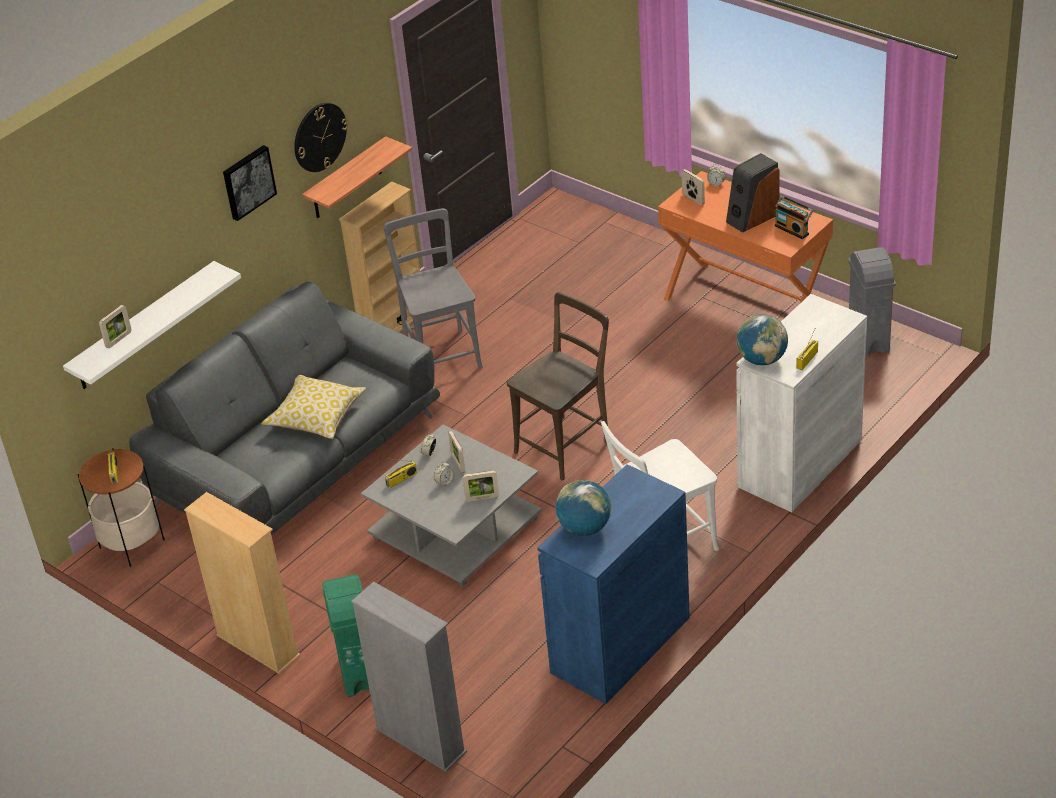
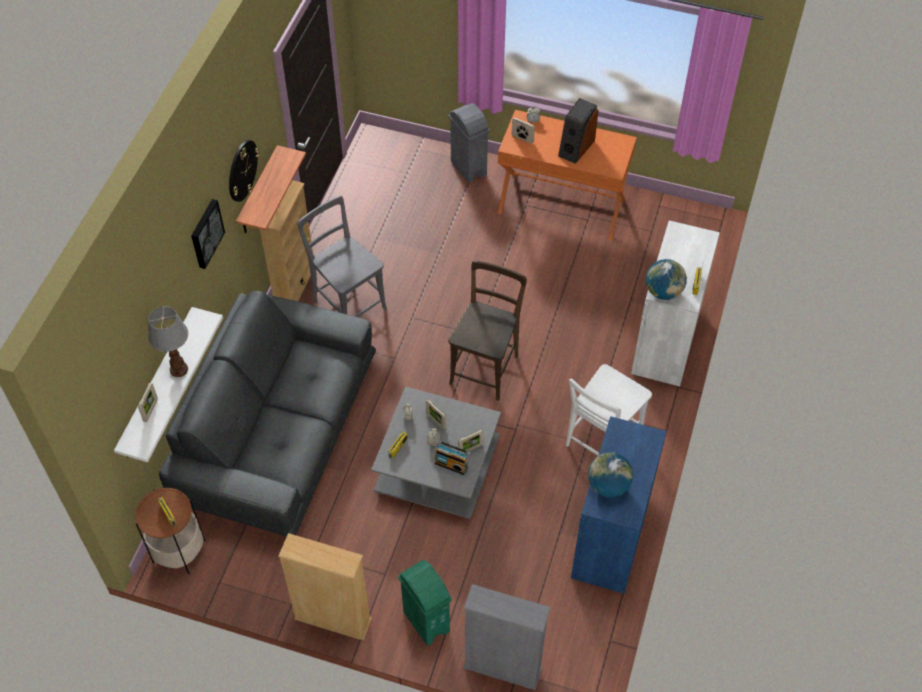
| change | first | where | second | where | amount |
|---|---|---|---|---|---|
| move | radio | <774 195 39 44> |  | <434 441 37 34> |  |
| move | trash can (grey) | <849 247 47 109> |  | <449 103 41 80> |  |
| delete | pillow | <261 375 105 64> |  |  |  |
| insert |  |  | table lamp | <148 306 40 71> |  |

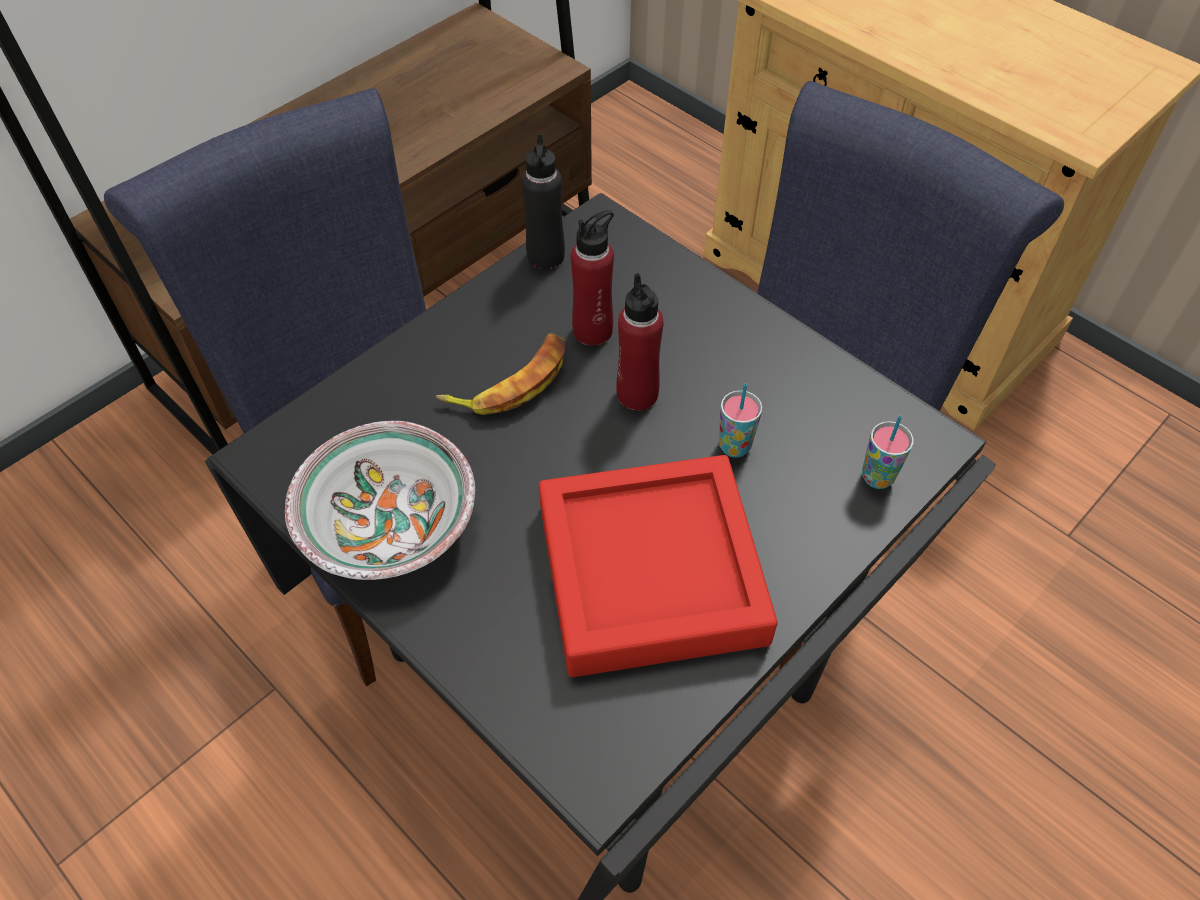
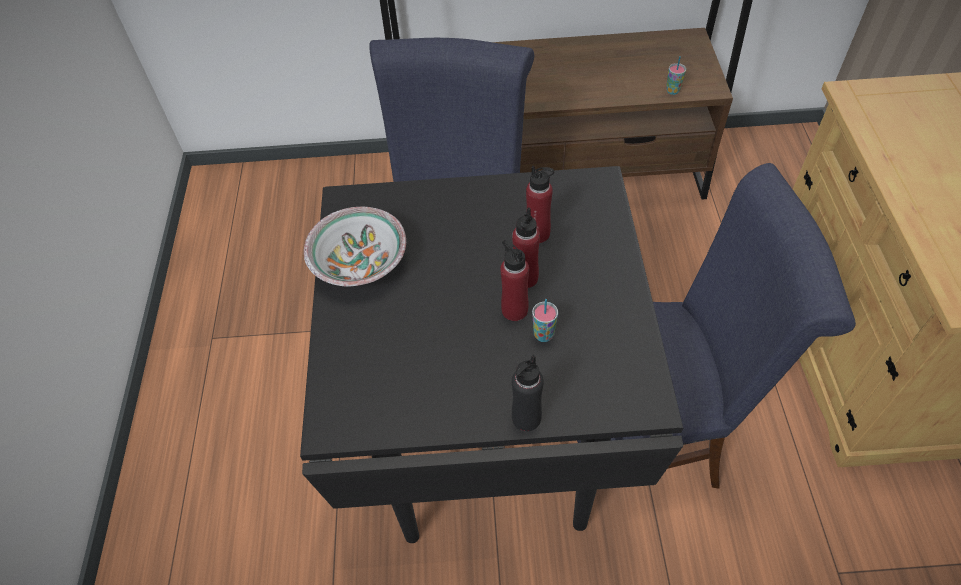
| change | first | where | second | where | amount |
|---|---|---|---|---|---|
| move | bottle (black) | <521 133 44 136> |  | <512 355 32 76> |  |
| delete | banana | <436 333 129 82> |  |  |  |
| move | cup | <862 415 52 74> |  | <666 56 20 39> |  |
| delete | tray (red) | <539 455 239 222> |  |  |  |
| insert |  |  | bottle (red) | <500 240 29 81> |  |

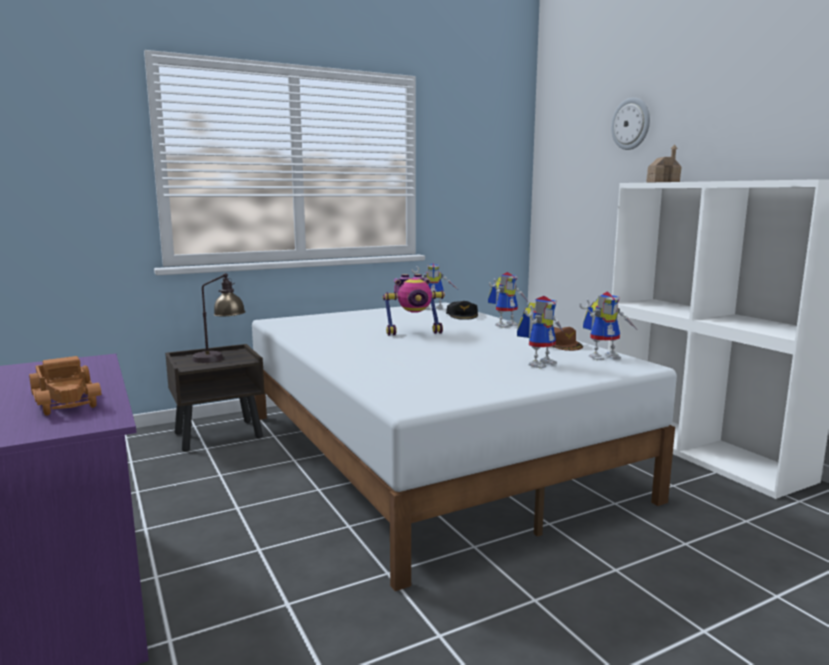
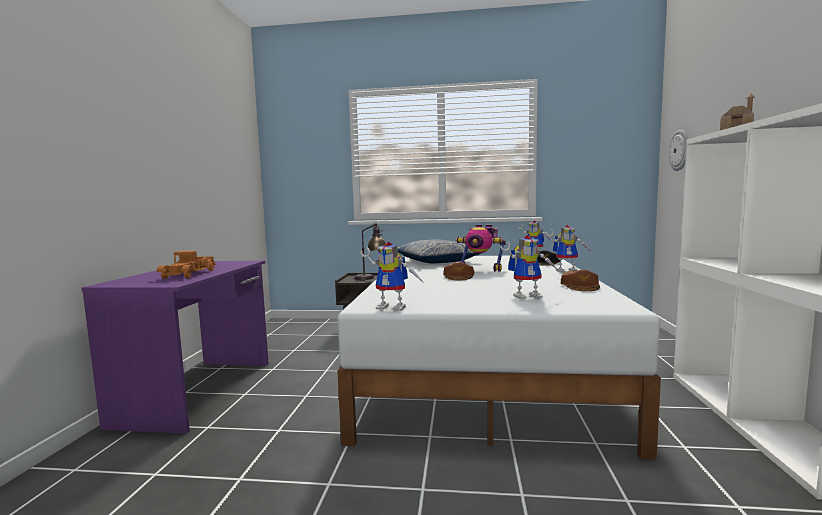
| change | first | where | second | where | amount |
|---|---|---|---|---|---|
| move | wall clock | <611 97 39 53> |  | <668 130 20 41> |  |
| move | toy robot | <579 292 58 68> |  | <360 242 65 69> |  |
| insert |  |  | pillow | <398 240 83 23> |  |
| insert |  |  | cap (brown) | <443 262 31 19> |  |

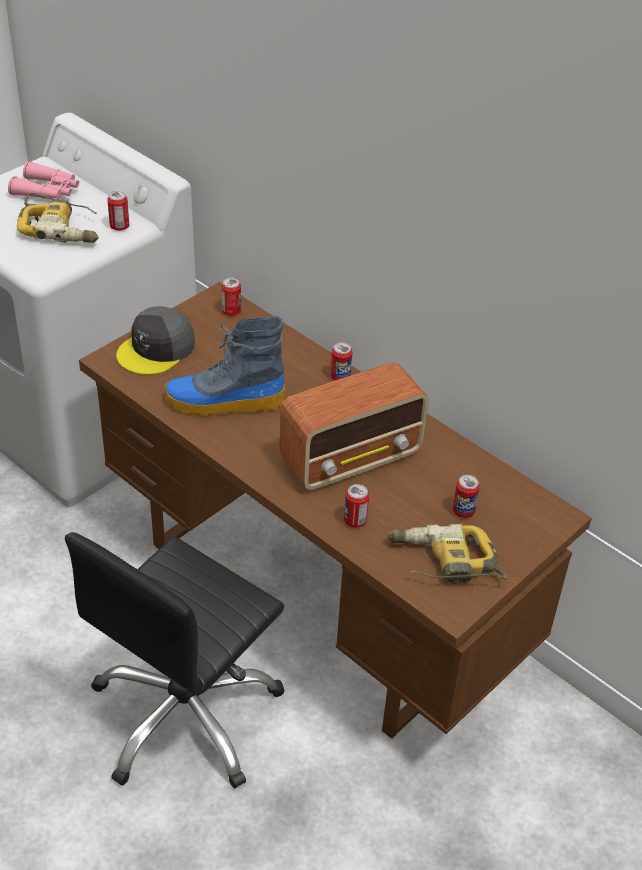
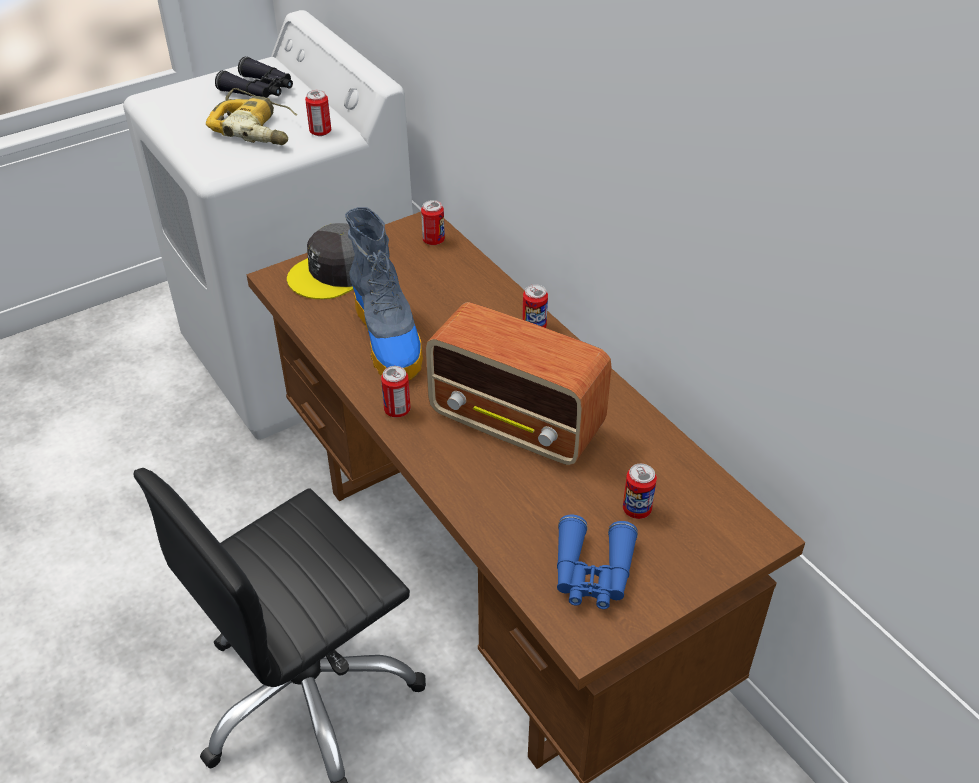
| change | first | where | second | where | amount |
|---|---|---|---|---|---|
| recolor | binoculars (pink) | <8 161 71 38> | binoculars (black) | <215 57 78 41> |  |
| rotate | boot | <165 316 120 100> |  | <345 207 78 173> | 120 degrees counterclockwise |
| rotate | radio | <279 363 149 127> |  | <426 302 186 163> | 45 degrees clockwise |
| move | can | <344 484 25 44> |  | <381 366 30 51> |  |
| replace | power drill | <387 524 120 60> | binoculars (blue) | <557 515 81 94> |  |

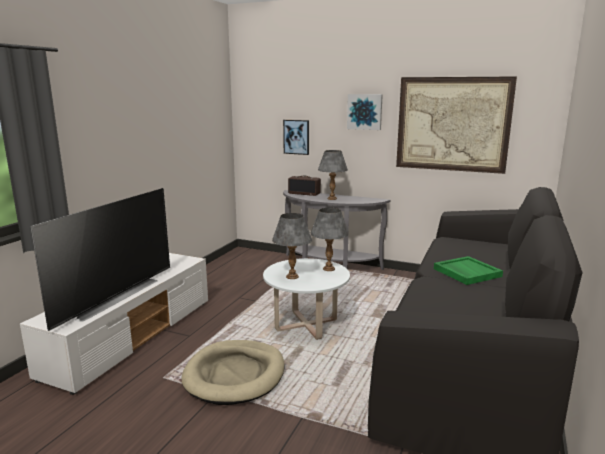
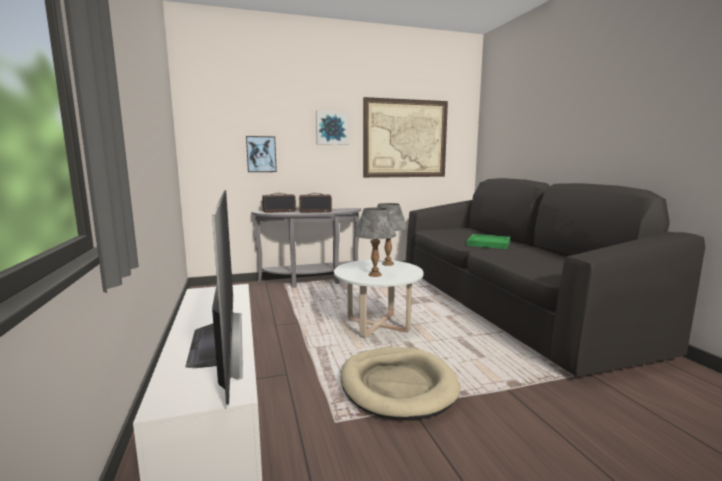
| change | first | where | second | where | amount |
|---|---|---|---|---|---|
| replace | table lamp (grey) | <318 150 30 50> | radio | <299 193 33 20> |  |

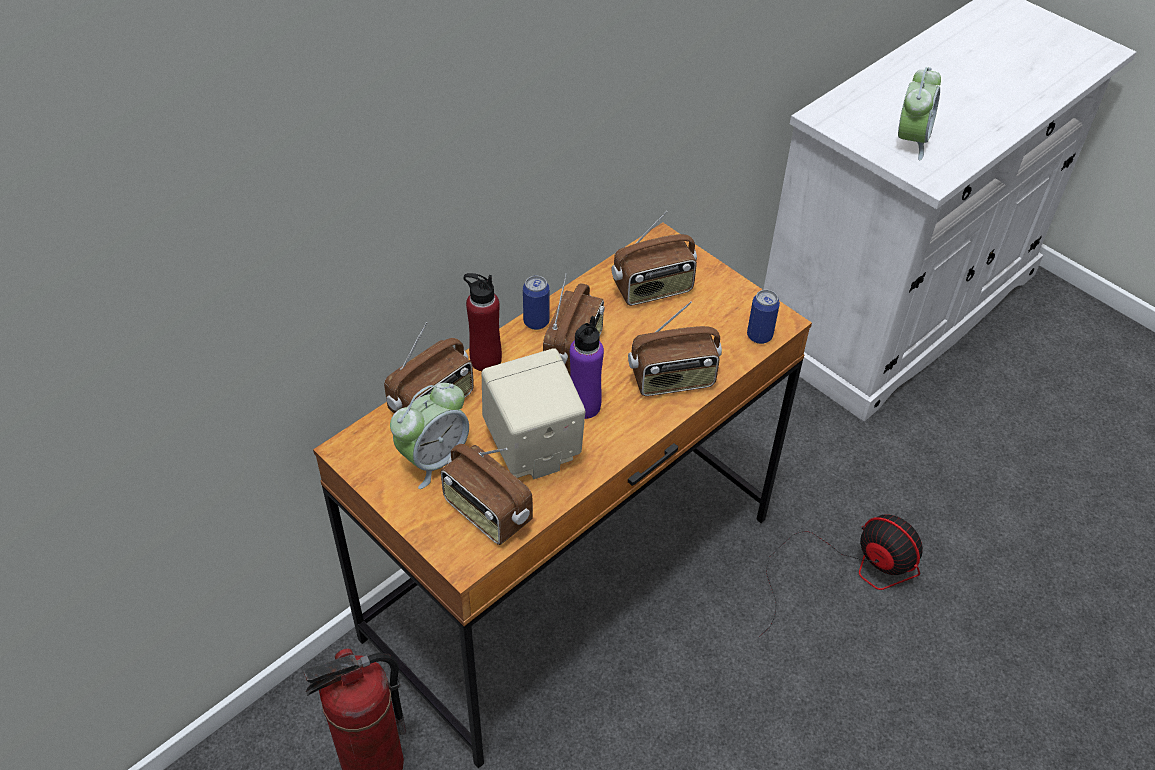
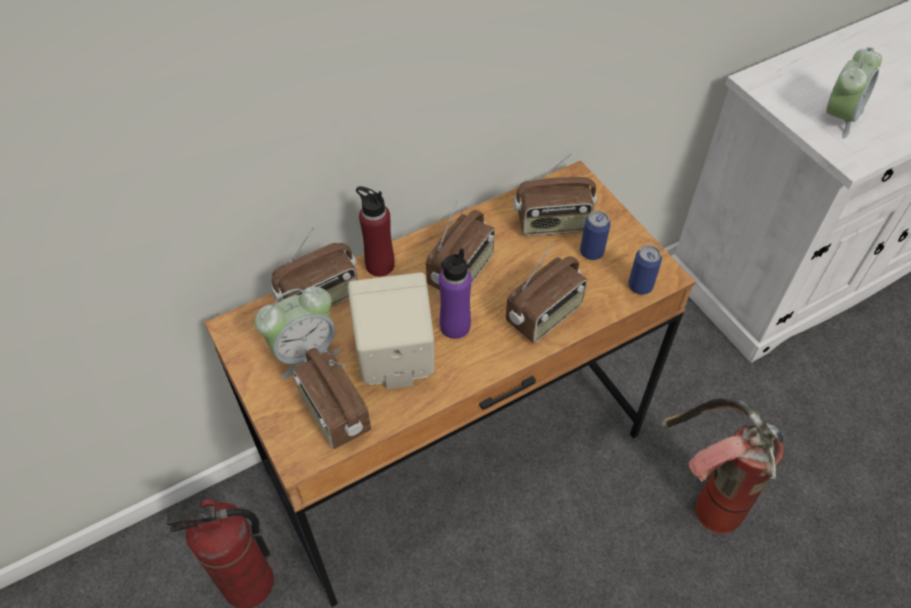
| change | first | where | second | where | amount |
|---|---|---|---|---|---|
| move | can | <523 276 27 54> |  | <580 211 31 49> |  |
| rotate | radio | <628 301 94 95> |  | <506 243 81 100> | 45 degrees counterclockwise |
| replace | fan | <759 515 164 122> | fire extinguisher | <661 398 123 135> |  |

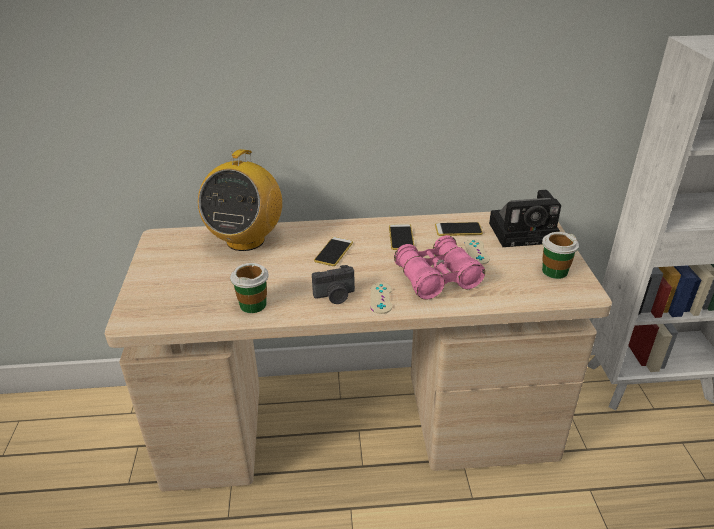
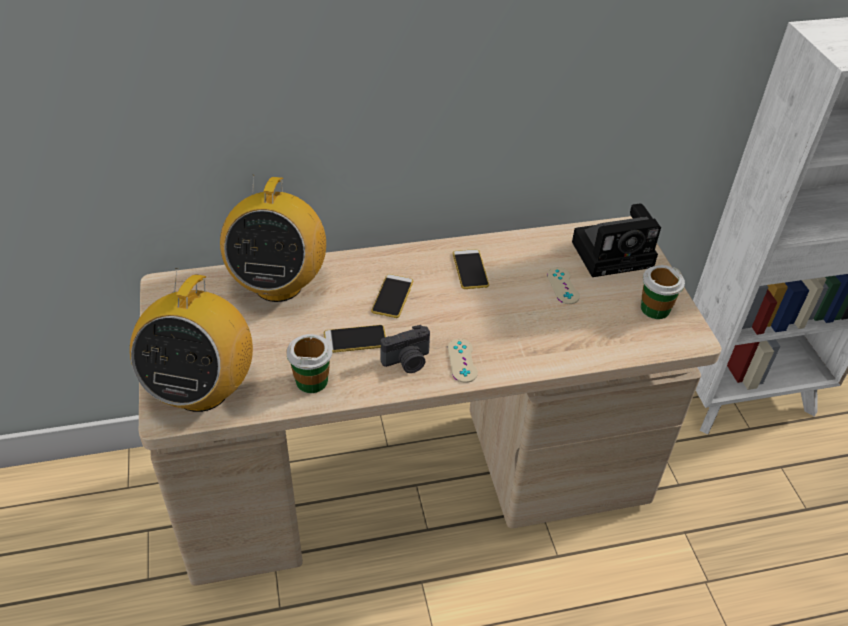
| change | first | where | second | where | amount |
|---|---|---|---|---|---|
| move | phone | <435 222 48 14> |  | <324 325 62 28> |  |
| delete | binoculars (pink) | <394 235 91 65> |  |  |  |
| insert |  |  | radio | <130 268 123 144> |  |

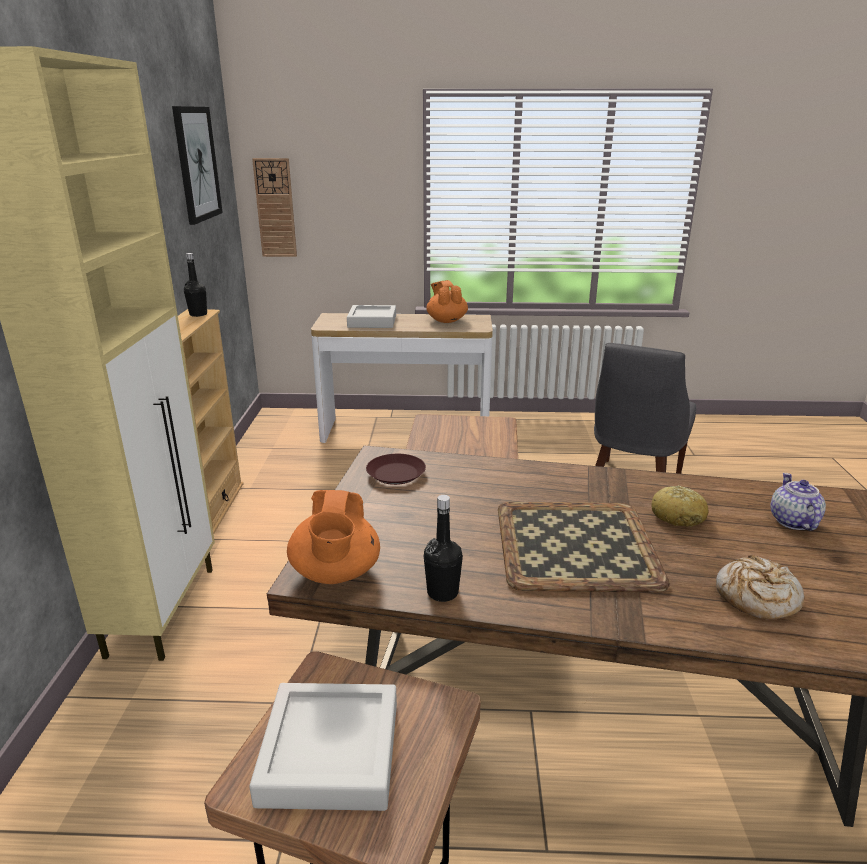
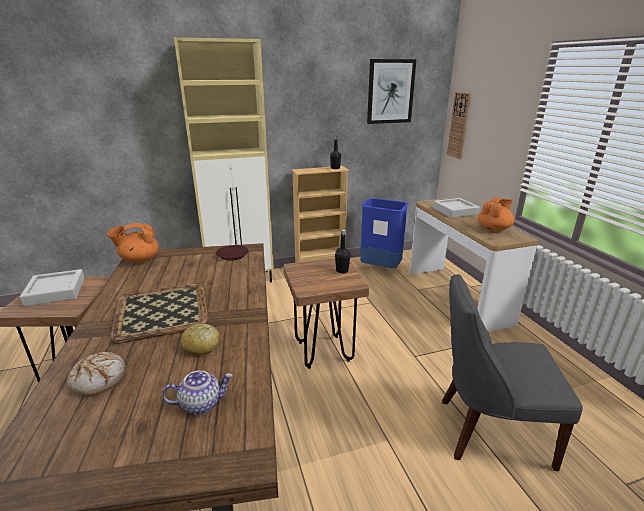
| change | first | where | second | where | amount |
|---|---|---|---|---|---|
| move | bottle (black) | <424 495 39 107> |  | <335 229 15 44> |  |
| insert |  |  | trash can (blue) | <360 198 49 70> |  |

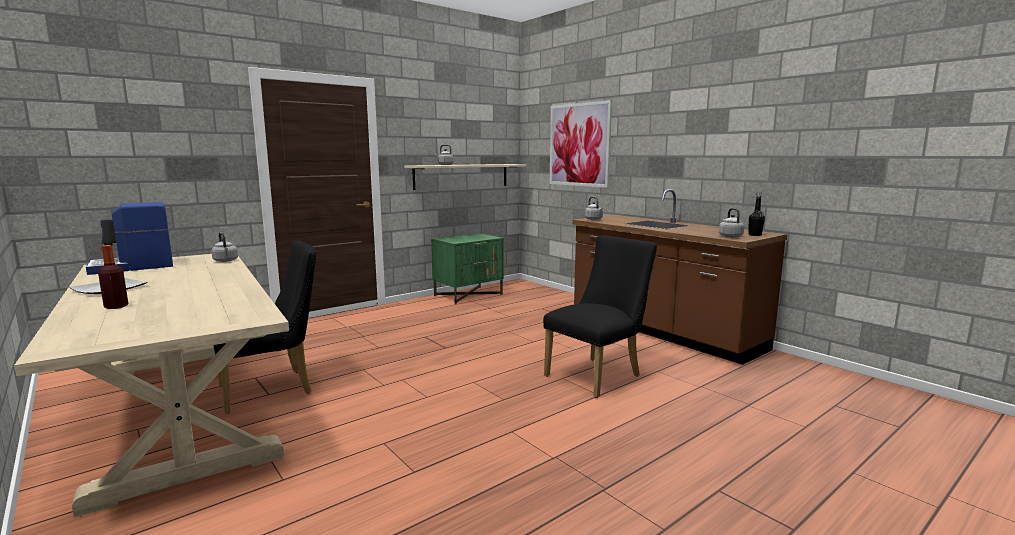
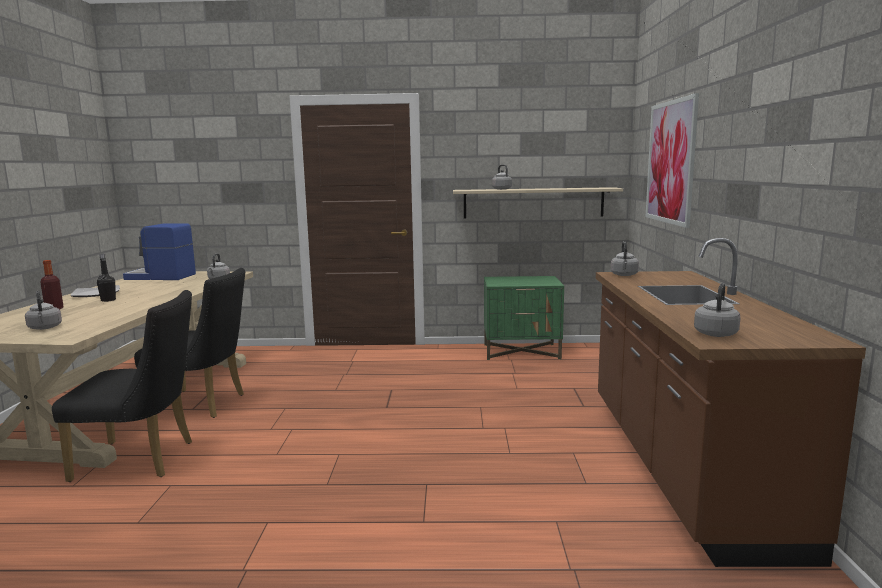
| change | first | where | second | where | amount |
|---|---|---|---|---|---|
| move | bottle (black) | <749 193 16 43> |  | <97 254 19 48> |  |
| move | chair (black) | <543 235 114 163> |  | <52 290 140 192> |  |
| insert |  |  | kettle (grey) | <25 291 37 39> |  |

